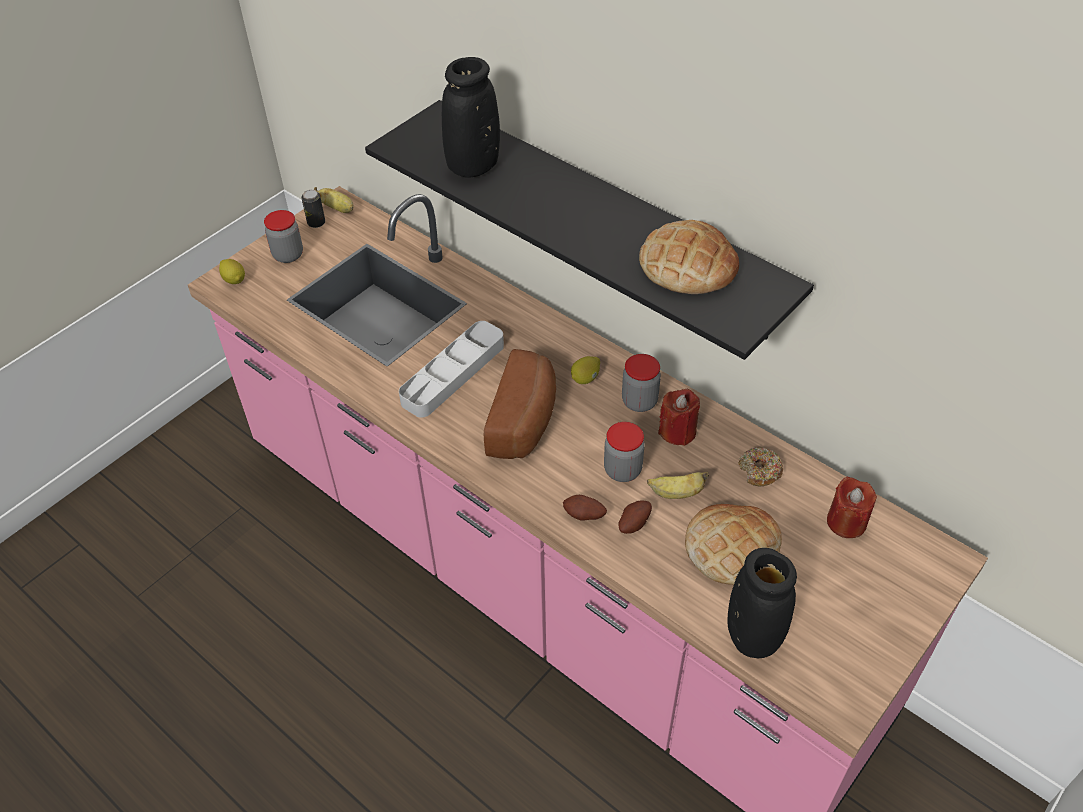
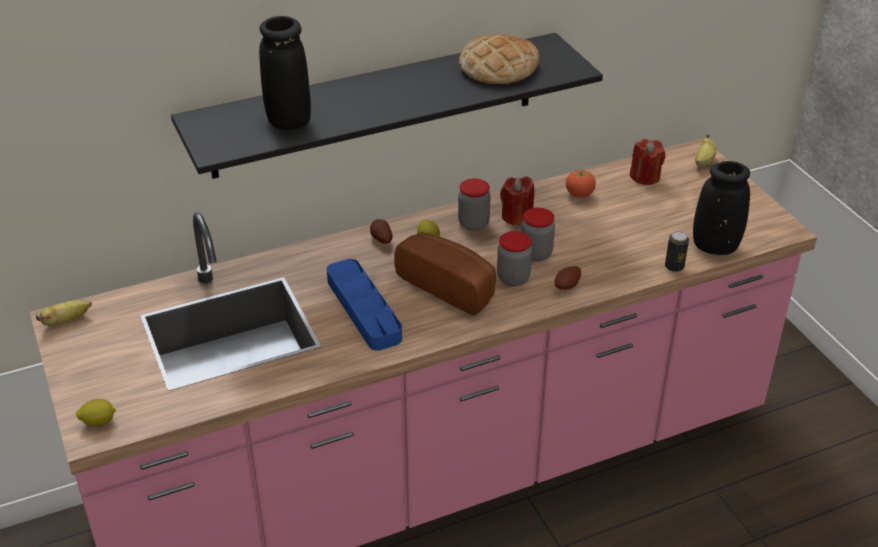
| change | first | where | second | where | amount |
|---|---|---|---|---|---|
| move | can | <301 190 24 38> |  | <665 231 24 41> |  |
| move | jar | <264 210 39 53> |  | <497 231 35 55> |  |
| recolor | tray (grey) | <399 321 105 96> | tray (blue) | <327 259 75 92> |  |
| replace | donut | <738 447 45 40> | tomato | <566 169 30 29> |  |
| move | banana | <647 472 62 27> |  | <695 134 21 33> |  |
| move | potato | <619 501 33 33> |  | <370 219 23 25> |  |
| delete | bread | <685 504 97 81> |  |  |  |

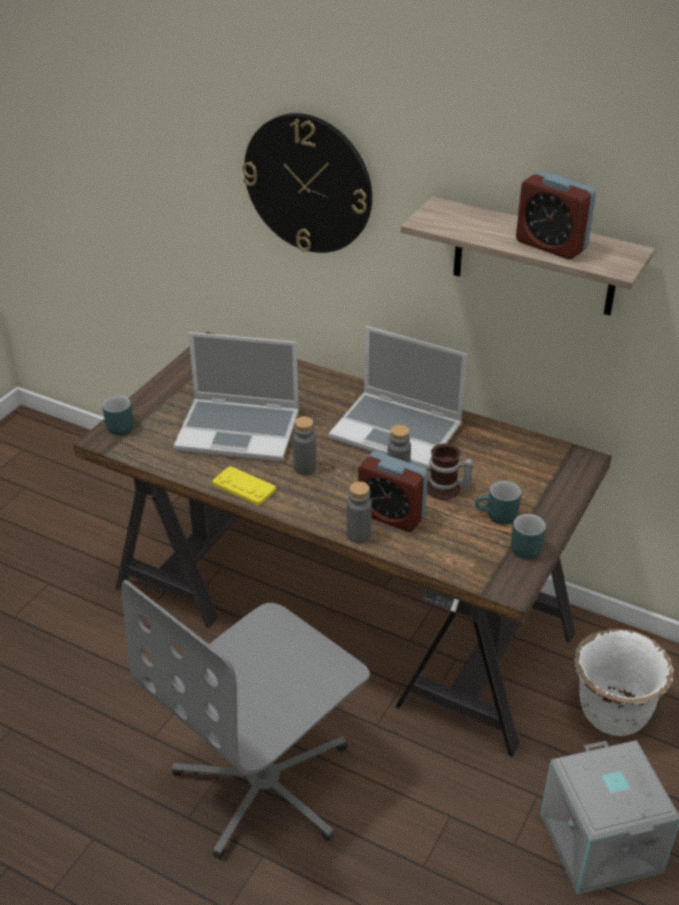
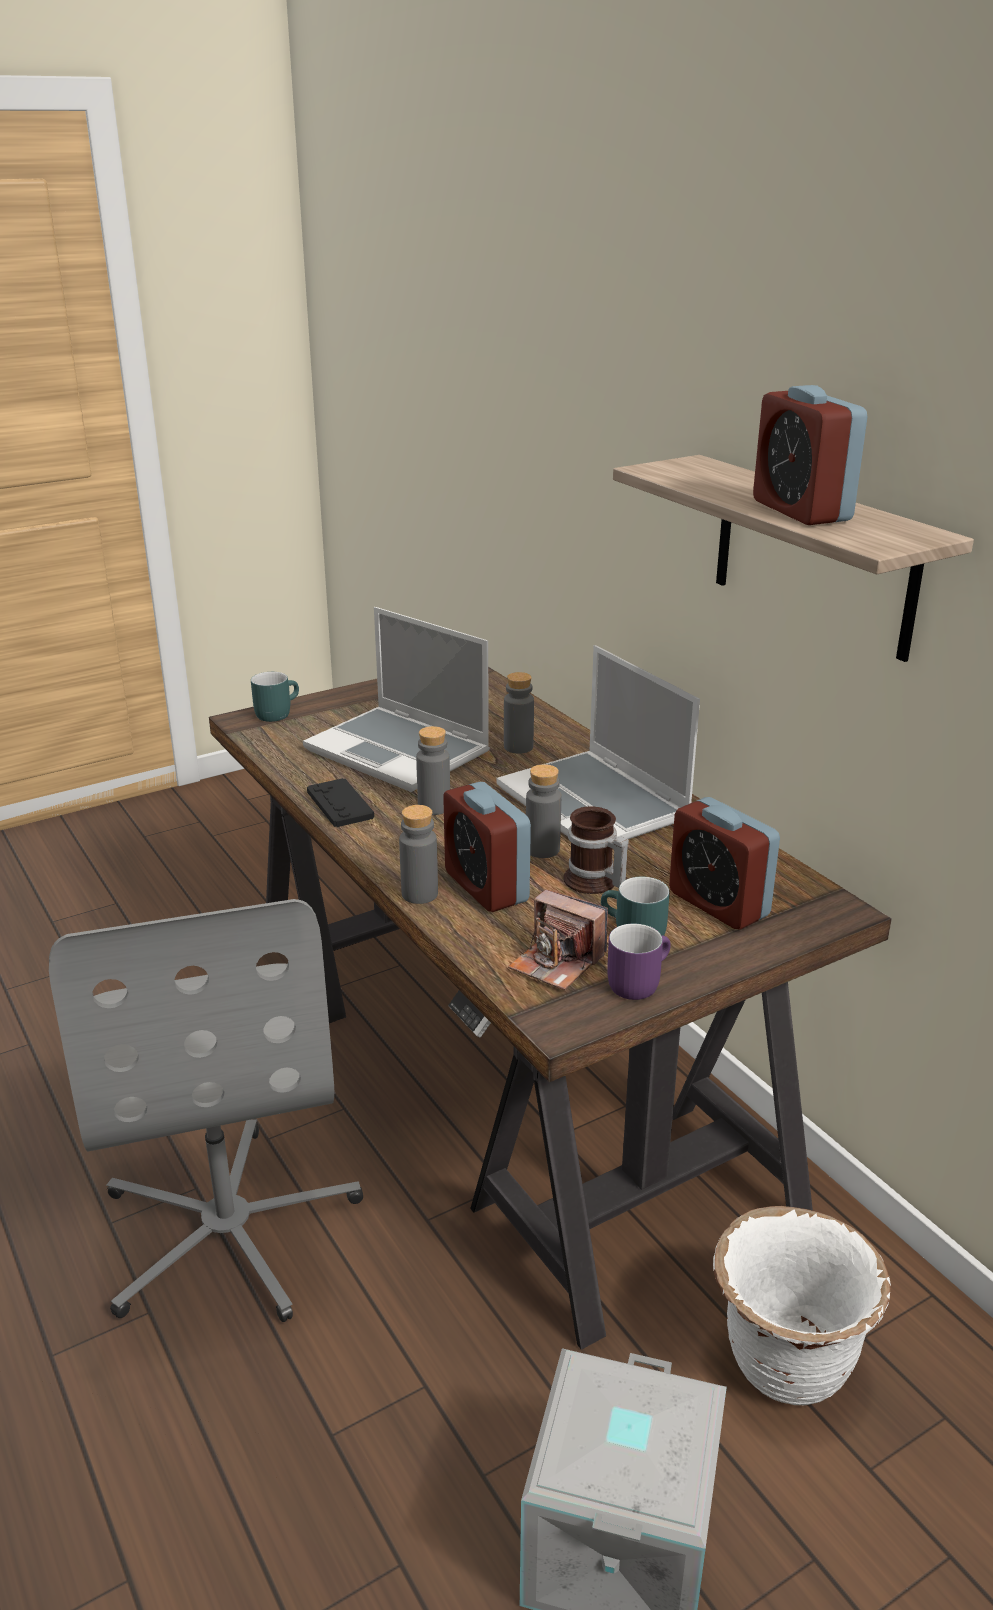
| change | first | where | second | where | amount |
|---|---|---|---|---|---|
| delete | wall clock | <242 113 130 140> |  |  |  |
| recolor | game controller (yellow) | <212 466 64 39> | game controller (black) | <307 778 67 49> |  |
| recolor | mug (turquoise) | <511 514 35 46> | mug (purple) | <607 924 64 76> |  |
| rotate | office chair (grey) | <122 579 248 280> |  | <49 899 314 423> | 90 degrees counterclockwise |
| insert |  |  | bottle (grey) | <504 672 30 82> |  |
| insert |  |  | alarm clock | <669 797 111 133> |  |
| insert |  |  | photo camera | <508 889 100 101> |  |

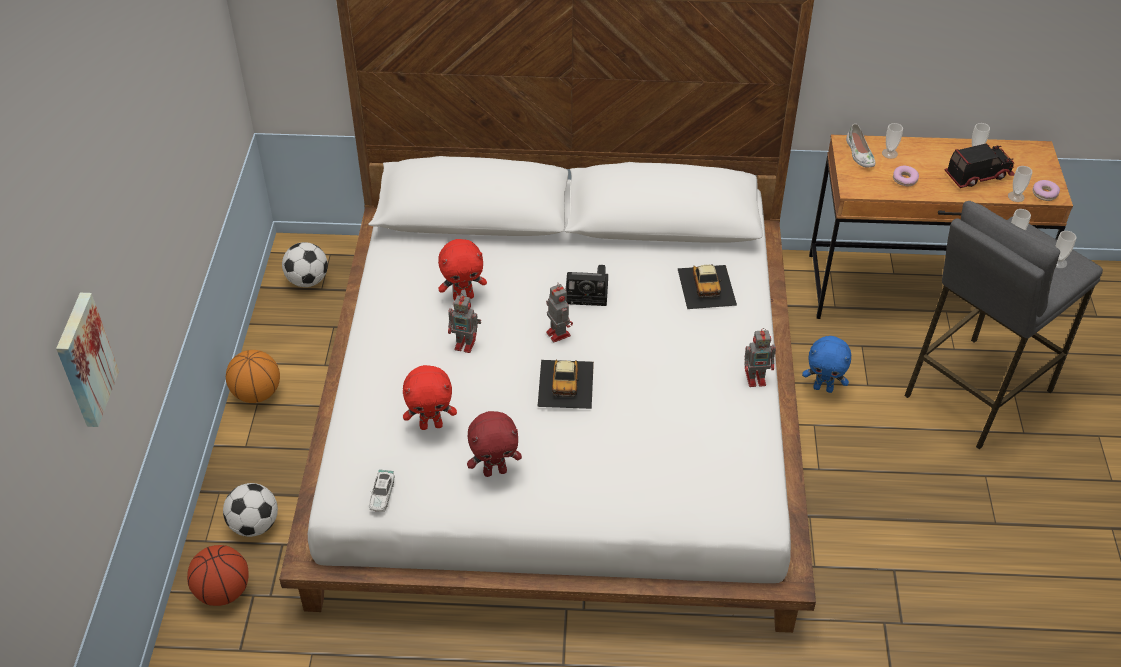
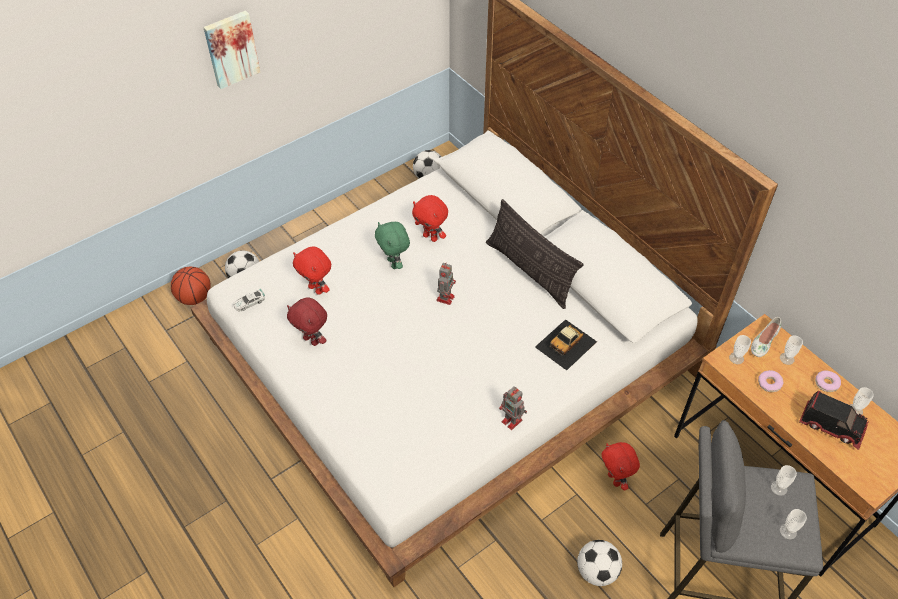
| change | first | where | second | where | amount |
|---|---|---|---|---|---|
| move | cup | <1008 166 24 36> |  | <729 335 22 29> |  |
| move | donut | <1032 180 28 21> |  | <815 370 26 22> |  |
| delete | photo camera | <566 265 42 41> |  |  |  |
| move | picture | <56 293 63 134> |  | <203 10 57 79> |  |
| replace | toy robot | <448 293 33 60> | plush toy (green) | <375 222 35 47> |  |
| recolor | plush toy (blue) | <802 336 49 57> | plush toy (red) | <602 442 38 48> |  |
| delete | basketball | <226 350 54 53> |  |  |  |
| delete | toy car | <537 359 57 50> |  |  |  |
| insert |  |  | pillow | <486 199 97 110> |  |
| insert |  |  | football | <577 540 45 46> |  |

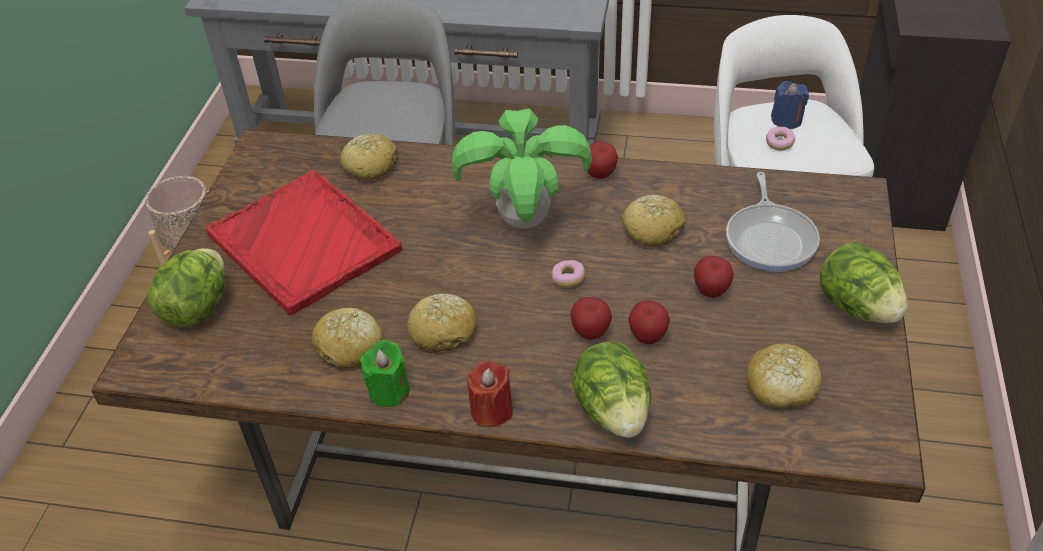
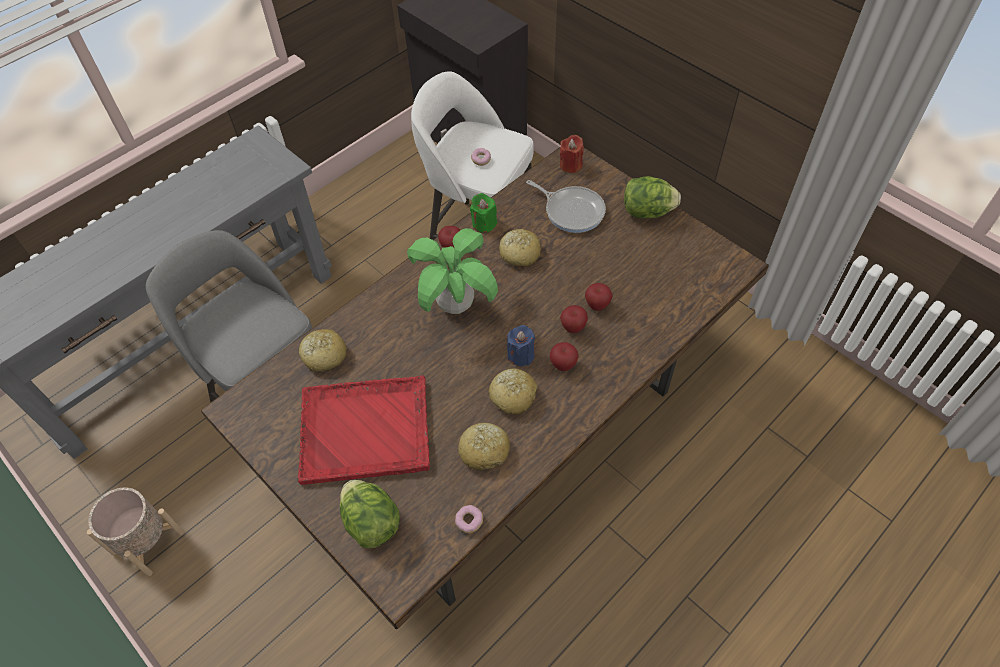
| change | first | where | second | where | amount |
|---|---|---|---|---|---|
| move | candle (blue) | <771 81 38 48> |  | <507 325 28 41> |  |
| move | apple | <694 256 40 42> |  | <550 342 29 29> |  |
| move | donut | <551 260 34 27> |  | <455 505 28 28> |  |
| move | candle (green) | <360 340 50 67> |  | <470 193 27 40> |  |
| delete | lettuce | <572 342 79 96> |  |  |  |
| delete | bread | <746 344 76 64> |  |  |  |
| move | candle (red) | <467 361 46 66> |  | <560 135 24 38> |  |

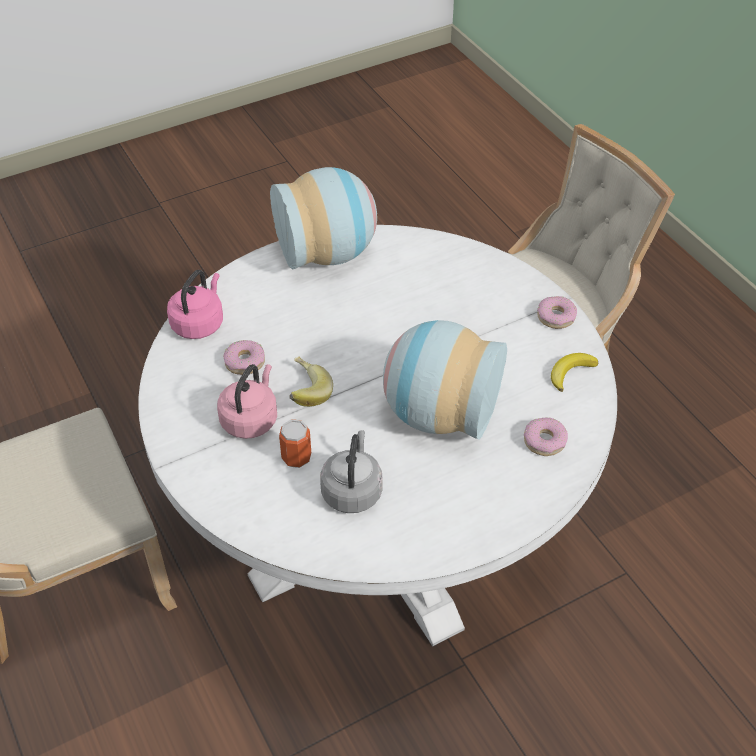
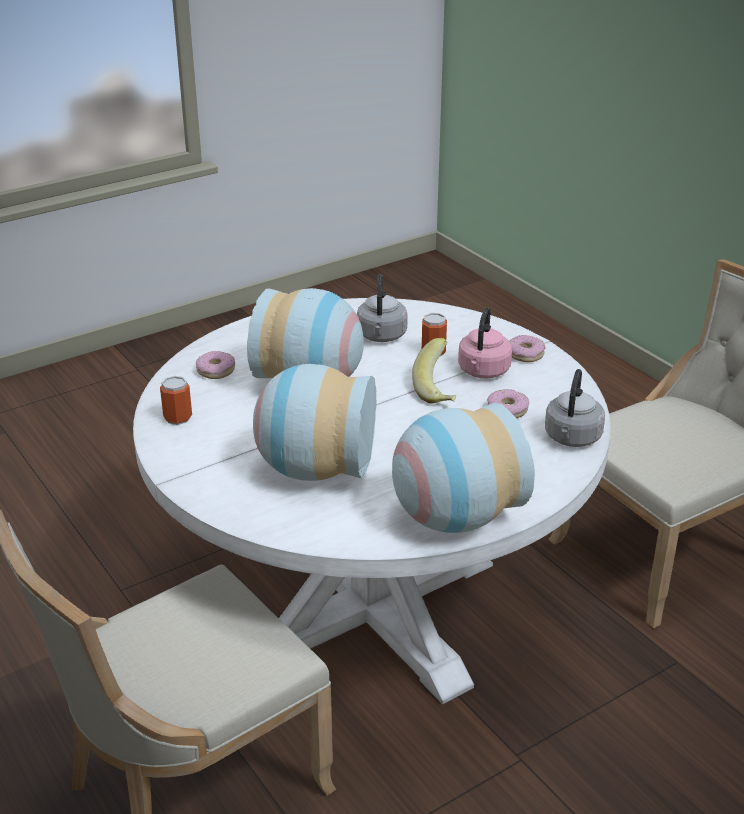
| change | first | where | second | where | amount |
|---|---|---|---|---|---|
| recolor | kettle (pink) | <167 270 56 69> | kettle (grey) | <545 369 60 78> |  |
| move | donut | <537 296 40 33> |  | <510 335 35 27> |  |
| replace | banana | <551 353 47 39> | can | <160 376 32 49> |  |
| insert |  |  | vase | <253 364 123 117> |  |

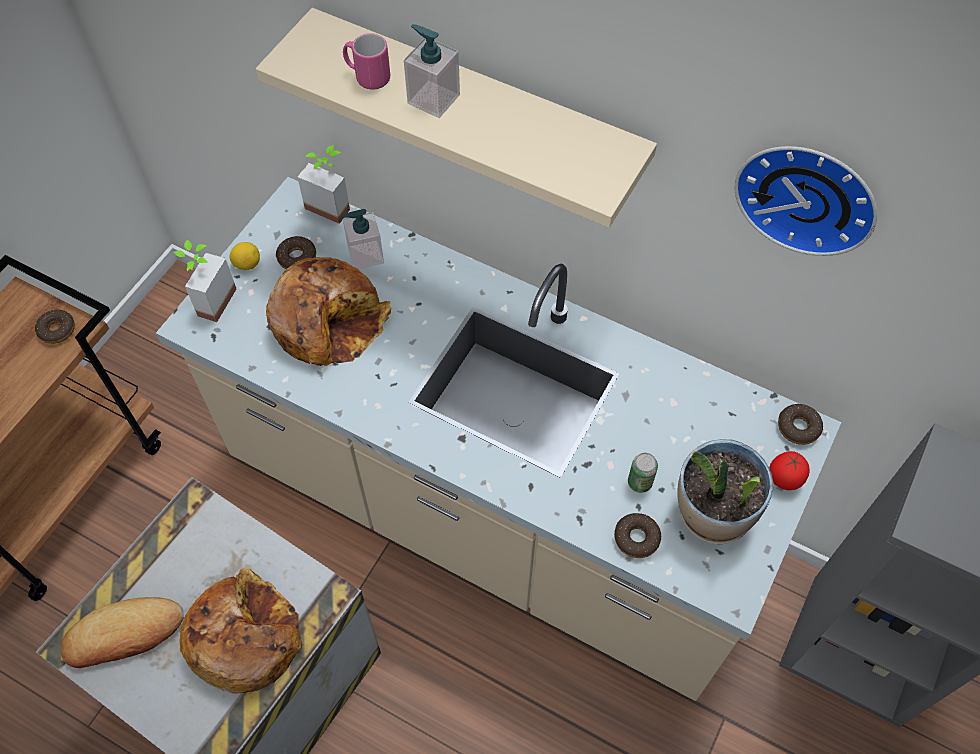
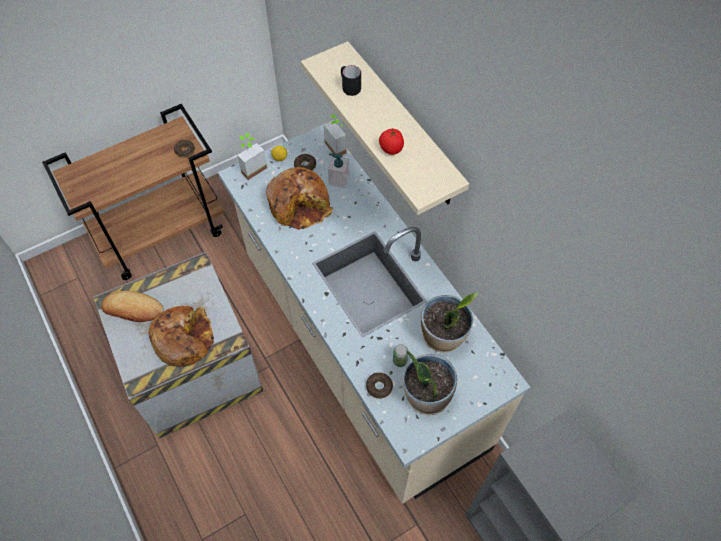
| change | first | where | second | where | amount |
|---|---|---|---|---|---|
| delete | soap dispenser | <404 24 56 94> |  |  |  |
| recolor | mug (pink) | <343 33 47 56> | mug (black) | <341 65 20 31> |  |
| delete | wall clock | <735 146 142 110> |  |  |  |
| delete | donut | <778 404 45 41> |  |  |  |
| move | tomato | <769 451 41 39> |  | <379 128 25 27> |  |
| insert |  |  | potted plant | <421 293 58 60> |  |

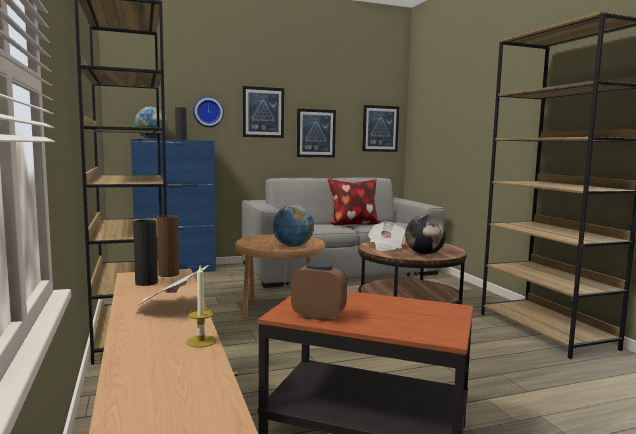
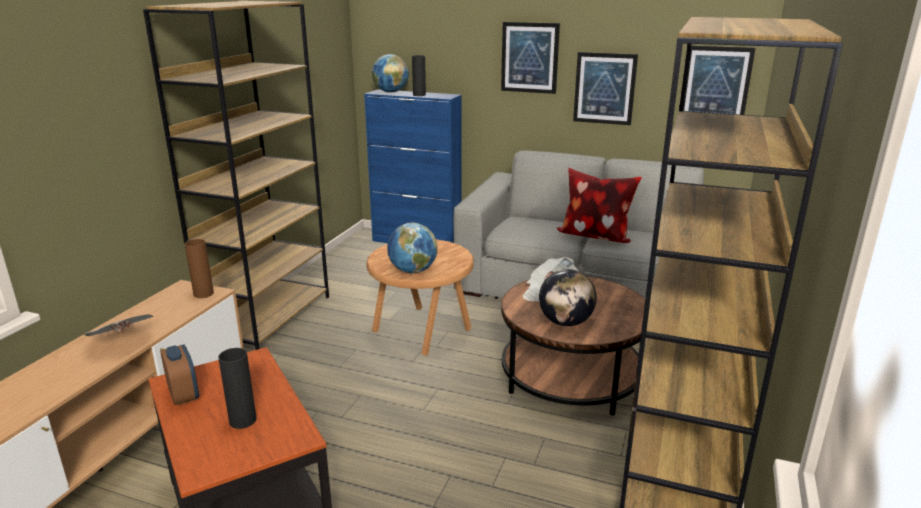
| change | first | where | second | where | amount |
|---|---|---|---|---|---|
| delete | wall clock | <193 96 31 31> |  |  |  |
| move | vase (black) | <133 219 25 67> |  | <218 348 39 81> |  |
| delete | candle | <186 266 30 82> |  |  |  |

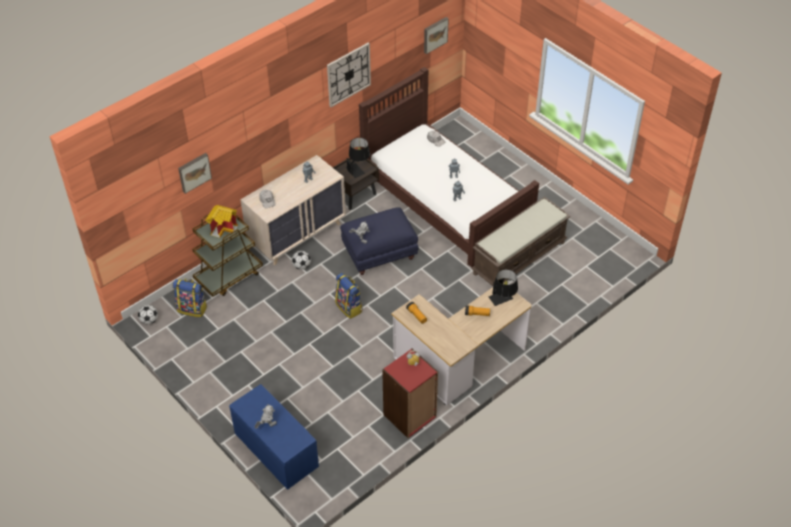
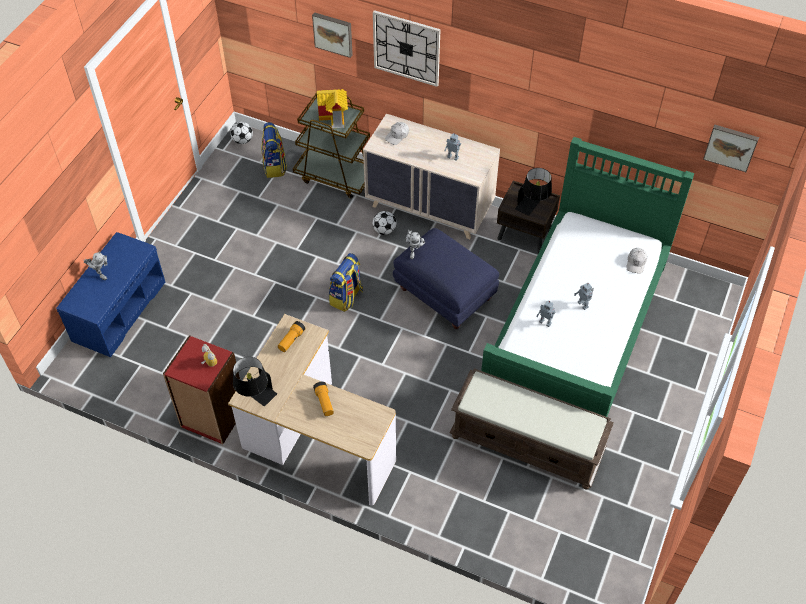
| change | first | where | second | where | amount |
|---|---|---|---|---|---|
| move | wall clock | <327 43 44 64> |  | <373 10 68 77> |  |
| recolor | bed (brown) | <359 67 180 201> | bed (green) | <481 137 213 280> |  |
| move | table lamp (black) | <489 269 29 37> |  | <233 357 44 49> |  |

